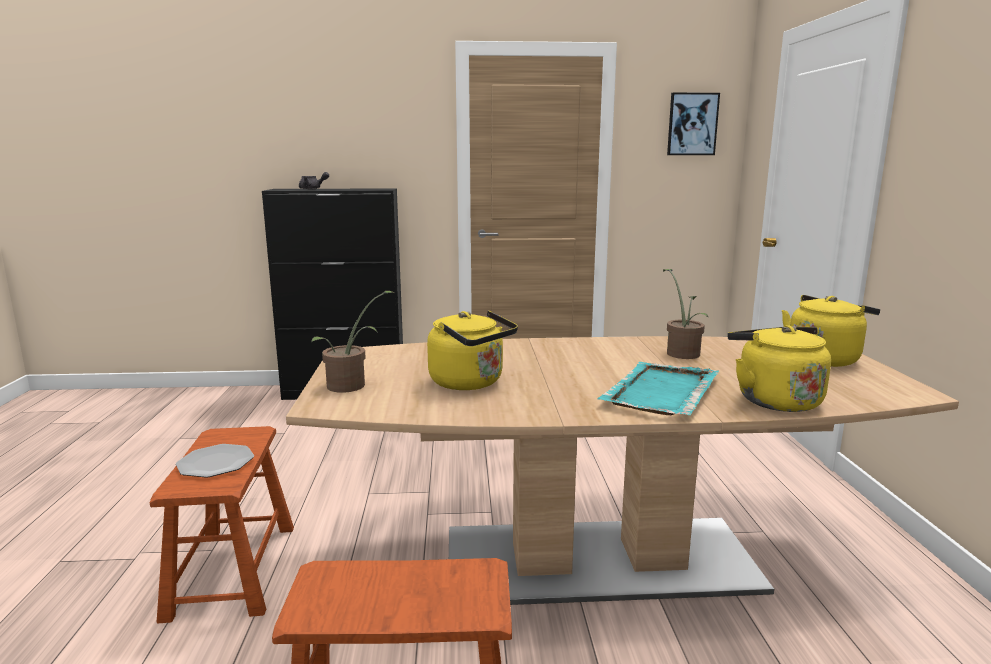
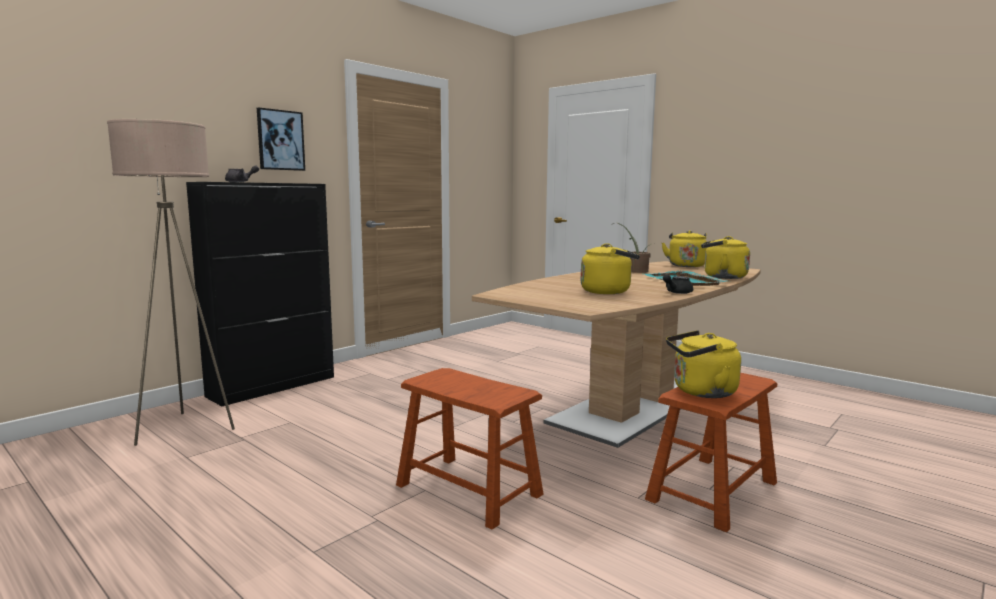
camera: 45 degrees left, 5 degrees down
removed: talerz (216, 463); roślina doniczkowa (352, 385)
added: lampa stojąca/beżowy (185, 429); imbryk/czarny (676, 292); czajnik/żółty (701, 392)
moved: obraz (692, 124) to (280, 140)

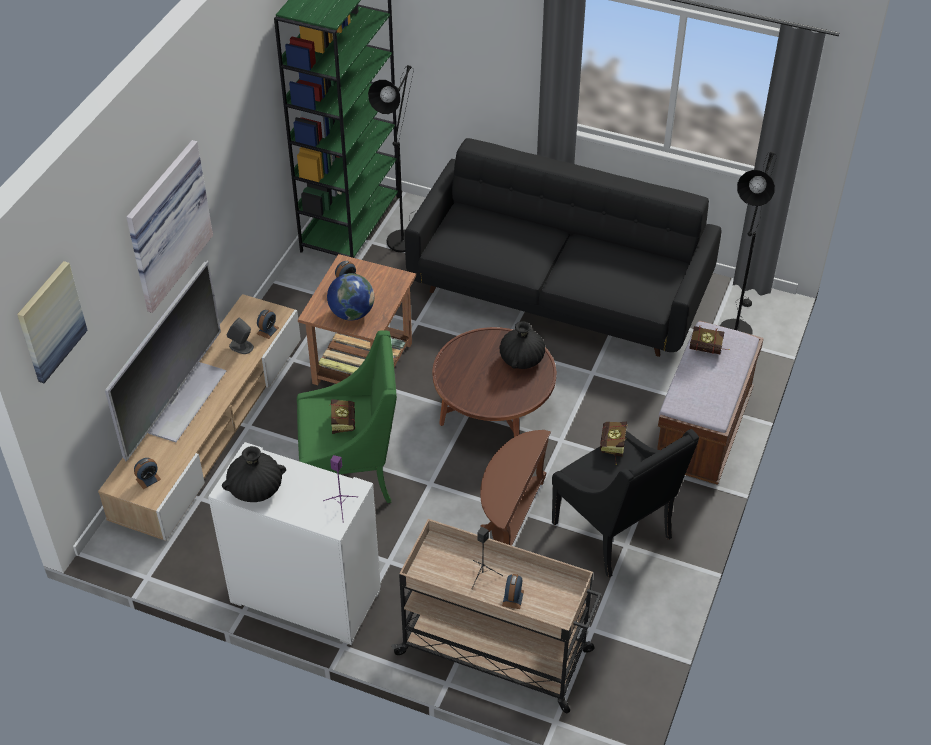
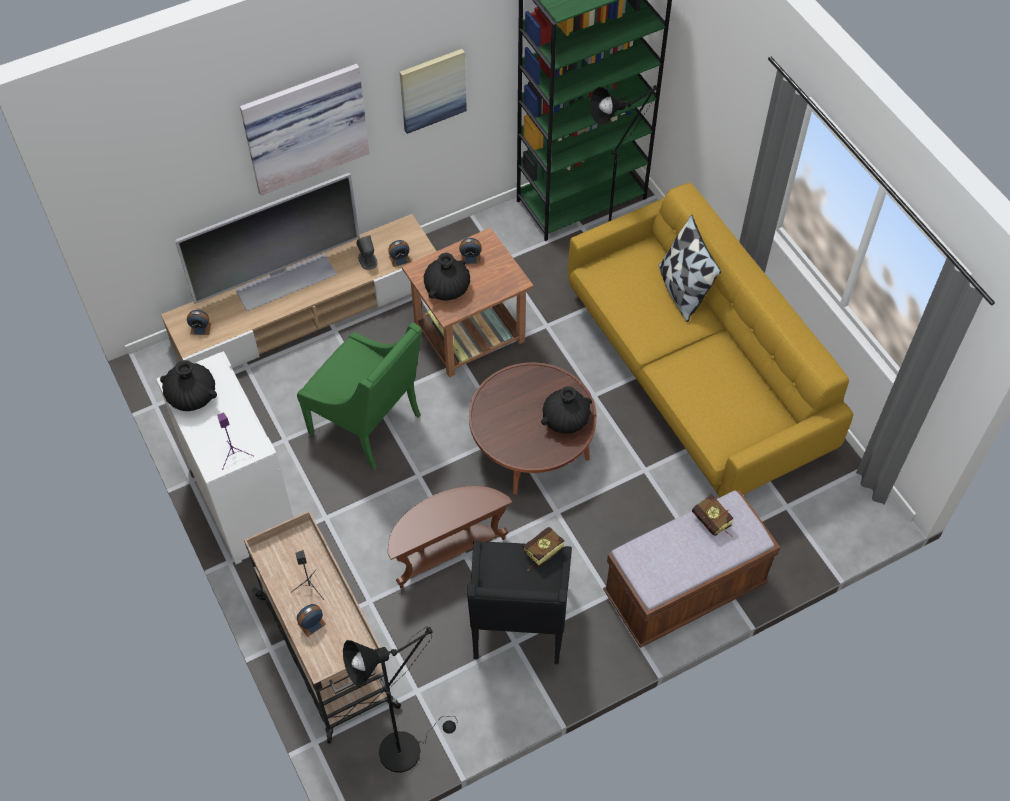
camera: 40 degrees right, 10 degrees up
removed: książka (343, 420)
added: poduszka (682, 291)
moved: lampa stojąca/czarny (735, 327) to (406, 746); obraz (50, 321) to (432, 90)
replaced: globus (352, 313) to wazon/czarny (447, 289)
recoloured: kanapa/czarny (559, 291) to kanapa/żółty (693, 375)

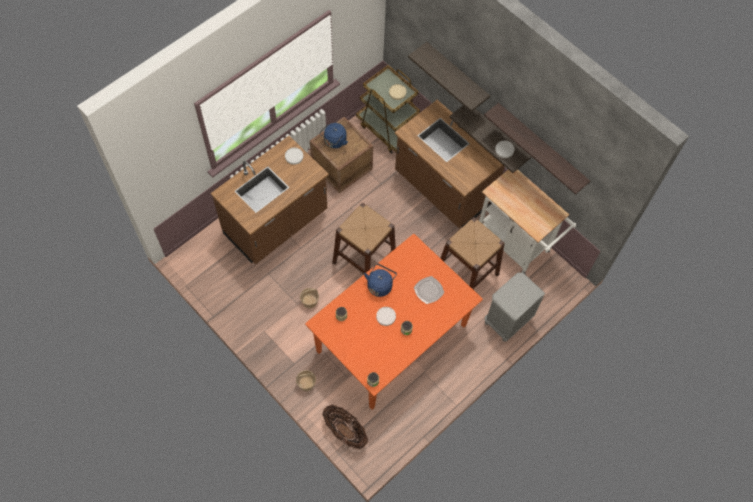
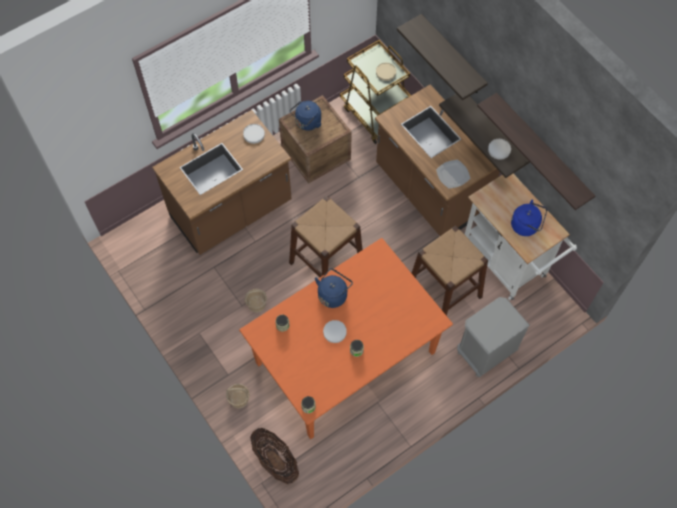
camera: 10 degrees right, 0 degrees up
added: czajnik/niebieski (526, 226)
moved: talerz (429, 290) to (453, 175)

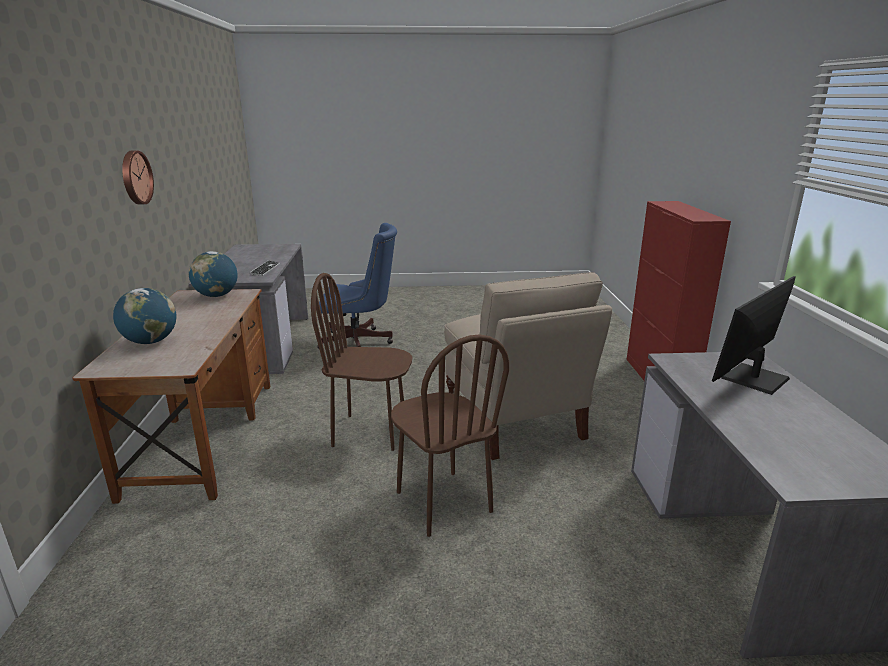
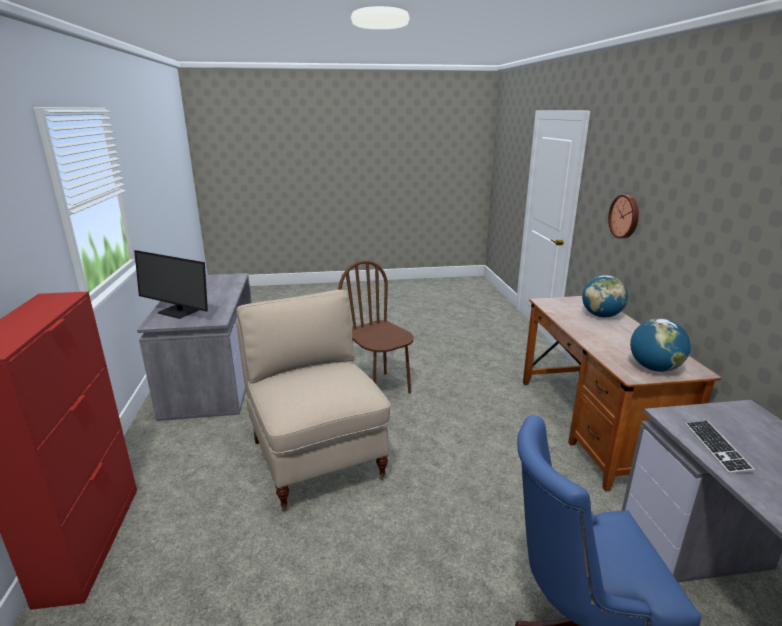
camera: 175 degrees right, 0 degrees up
removed: krzesło/brązowy (369, 432)
moved: zegar ścienny (135, 177) to (625, 216)
turned: monitor (753, 377) = (179, 311) 75 degrees clockwise

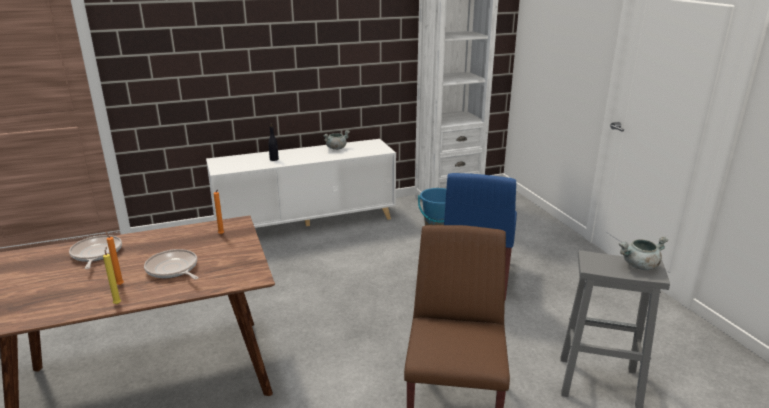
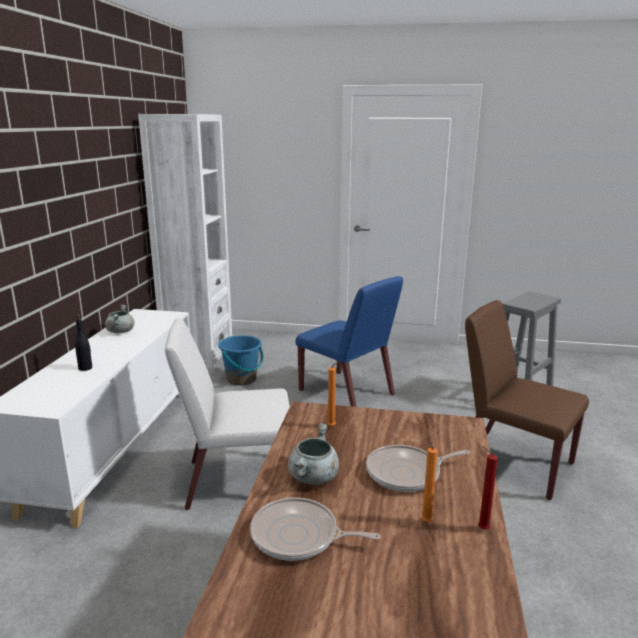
camera: 60 degrees left, 5 degrees down
added: krzesło/biały (236, 481)
moved: garnek/szary (639, 266) to (313, 478)
recoloured: świeca/żółty (118, 303) to świeca/czerwony (481, 529)

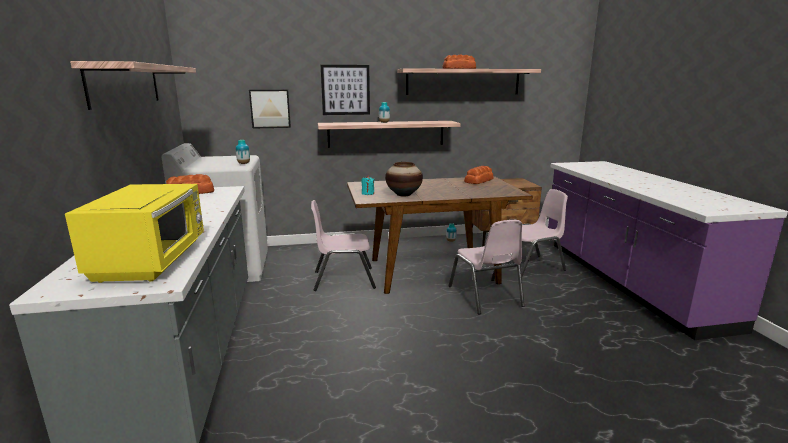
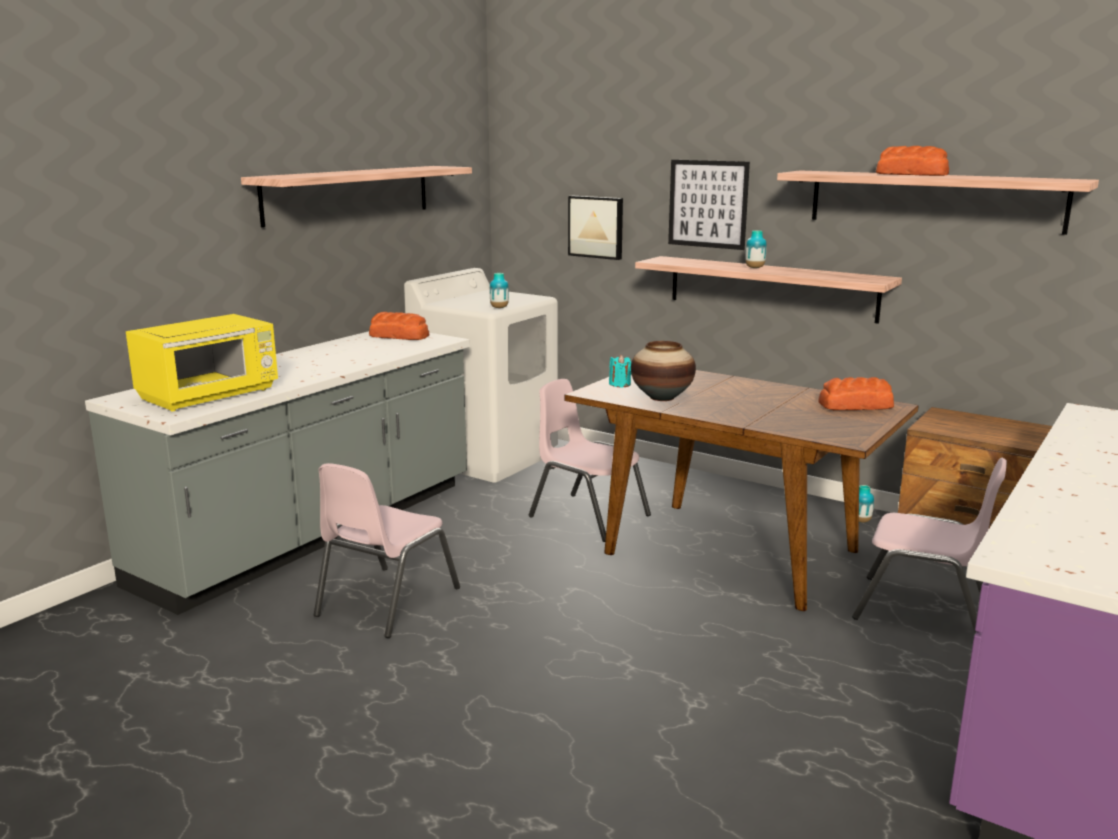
camera: 45 degrees right, 0 degrees up
moved: krzesło/różowy (485, 296) to (386, 602)

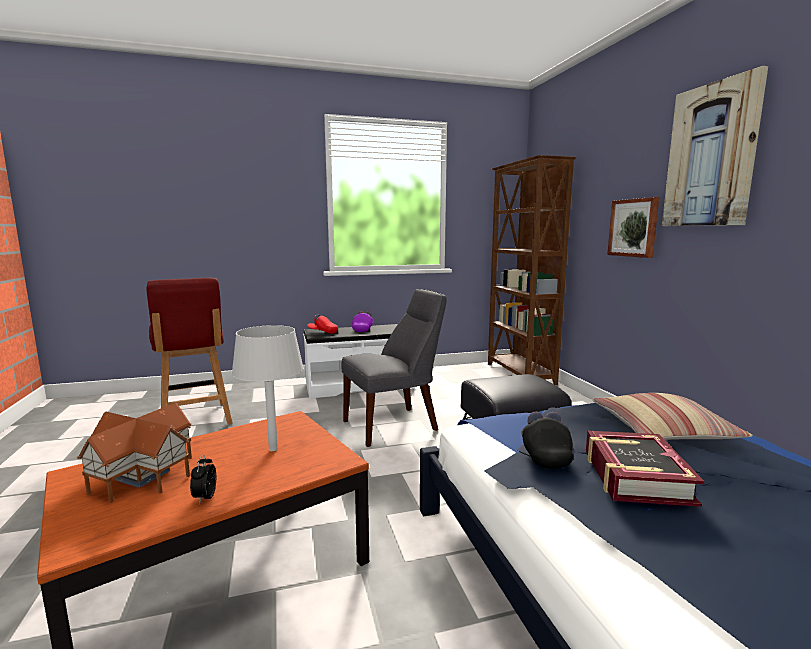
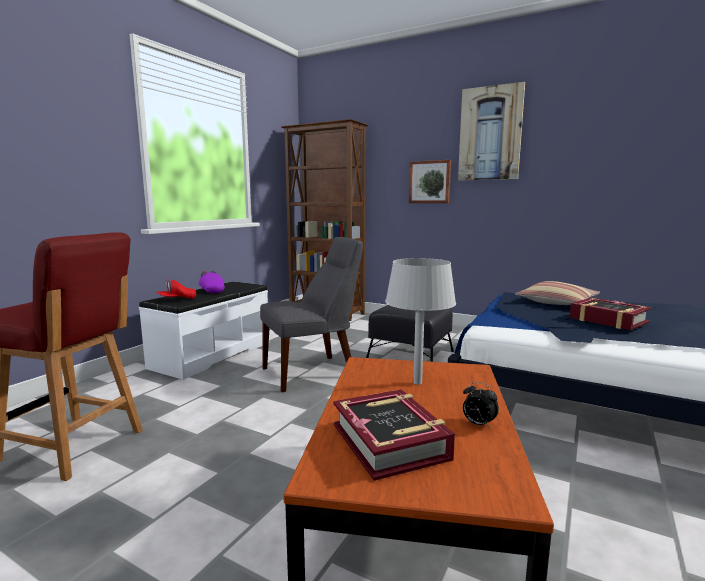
camera: 45 degrees left, 0 degrees up
removed: czapka z daszkiem/czarny (545, 454)
replaced: domek (142, 476) to książka (390, 441)
turned: krzesło/szary (394, 425) = (313, 372) 45 degrees clockwise

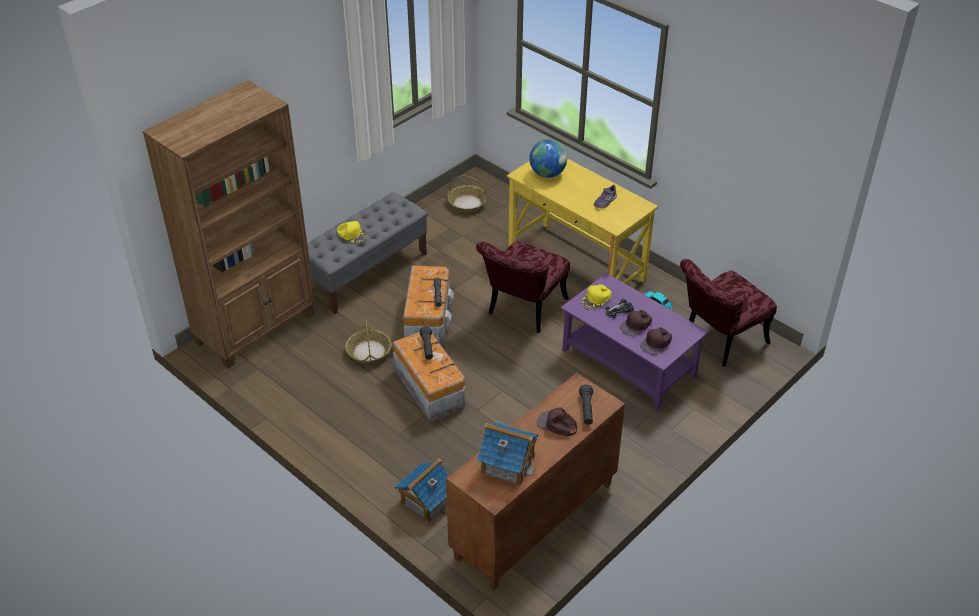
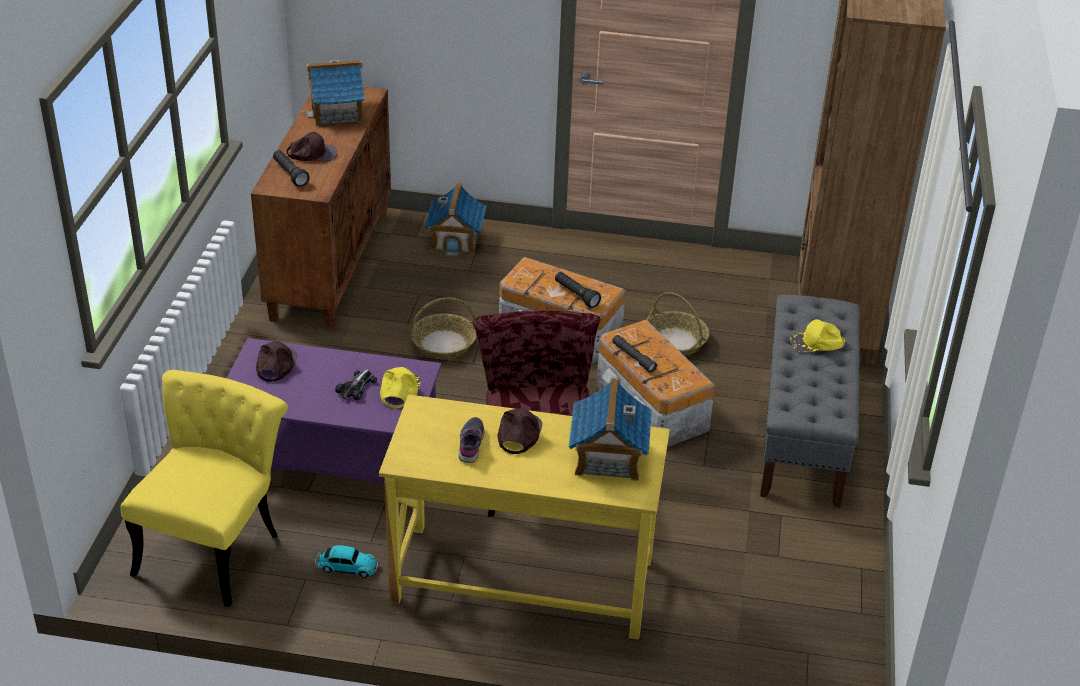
camera: 145 degrees right, 5 degrees down
moved: koszyk (467, 203) to (443, 344); czapka z daszkiem/brązowy (636, 325) to (518, 434)
replaced: globus (547, 174) to domek (608, 457)
recoloured: krzesło/czerwony (718, 341) to krzesło/żółty (215, 545)

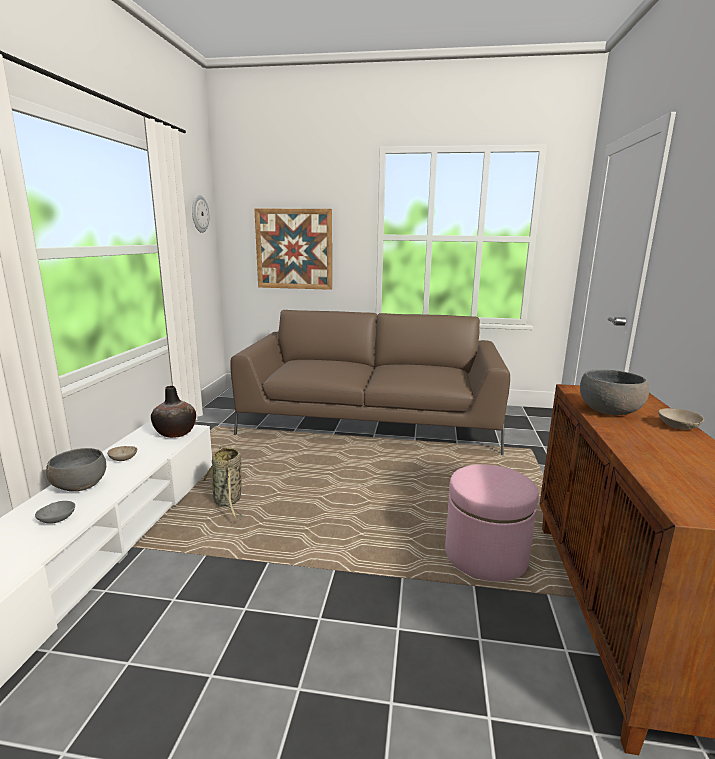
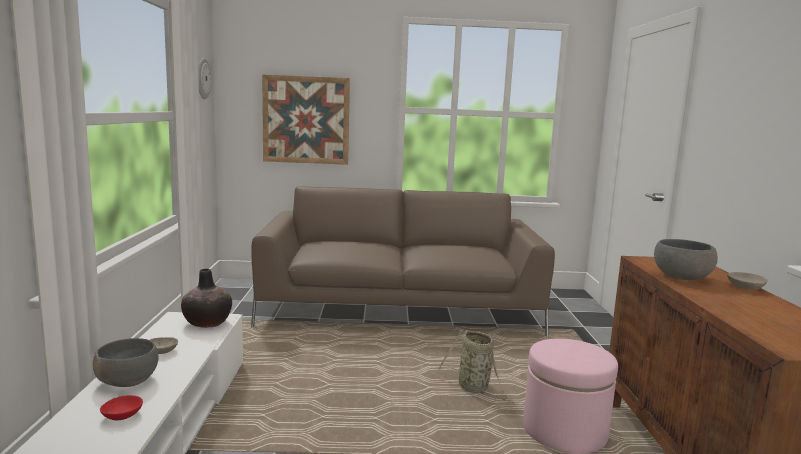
camera: 10 degrees left, 5 degrees down
moved: koszyk (228, 501) to (475, 388)
recoloured: miska/szary (57, 519) to miska/czerwony (123, 416)

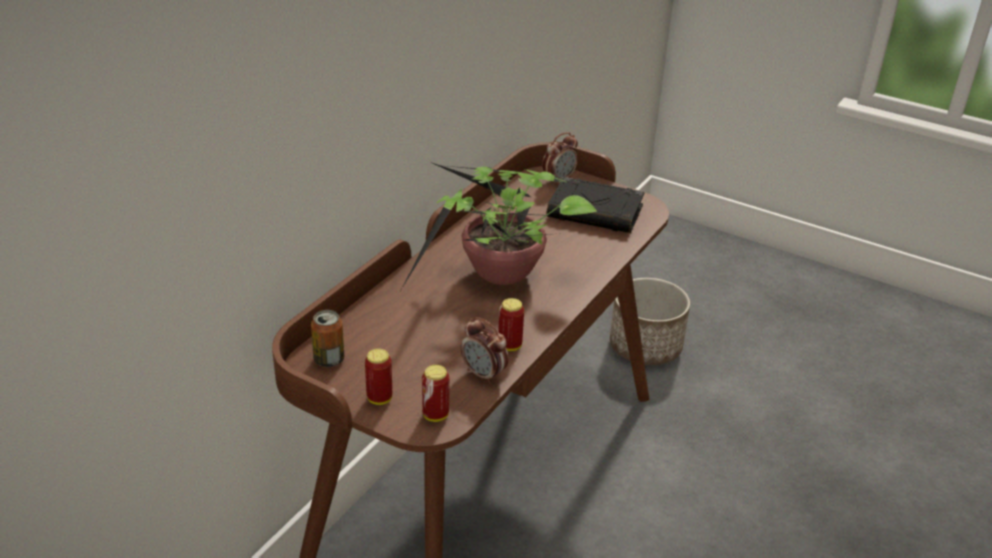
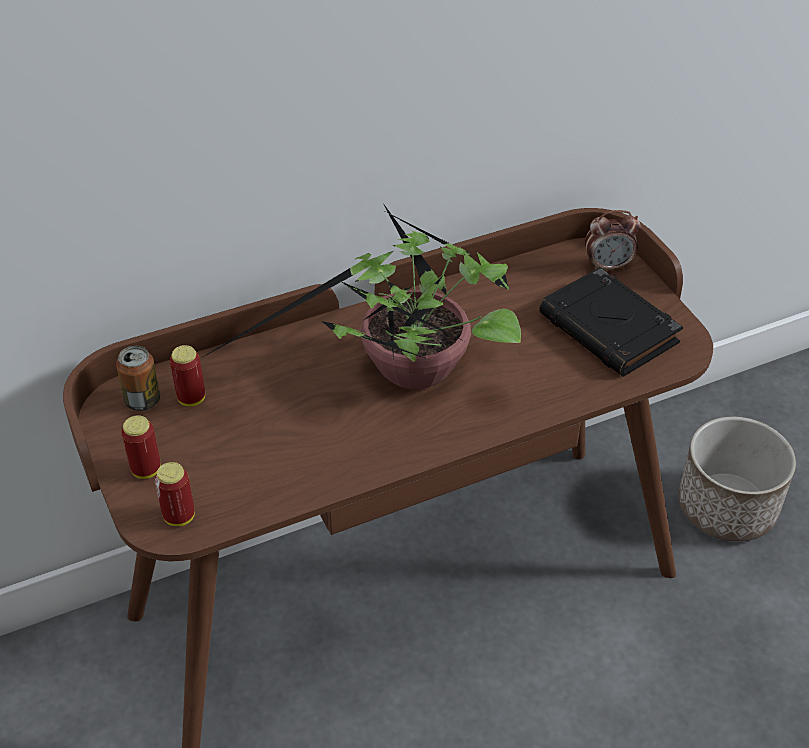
camera: 35 degrees right, 10 degrees up
removed: budzik (484, 374)
moved: puszka (509, 346) to (191, 398)

